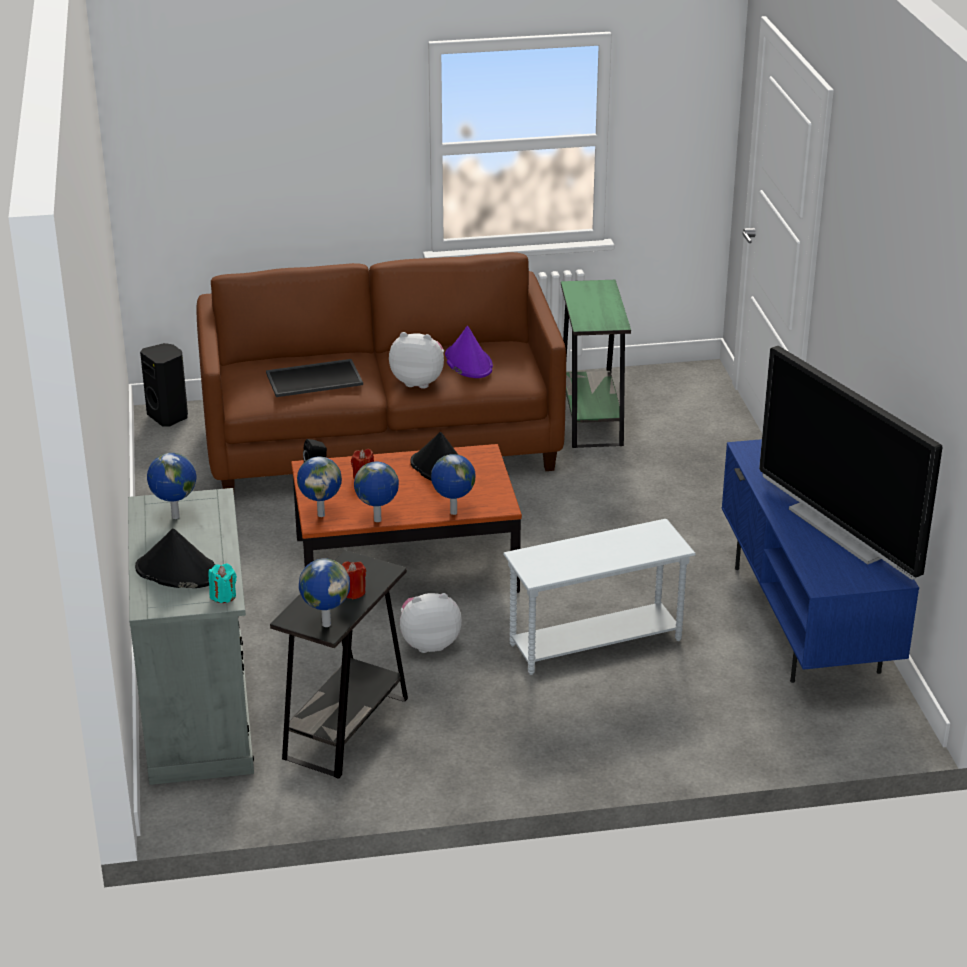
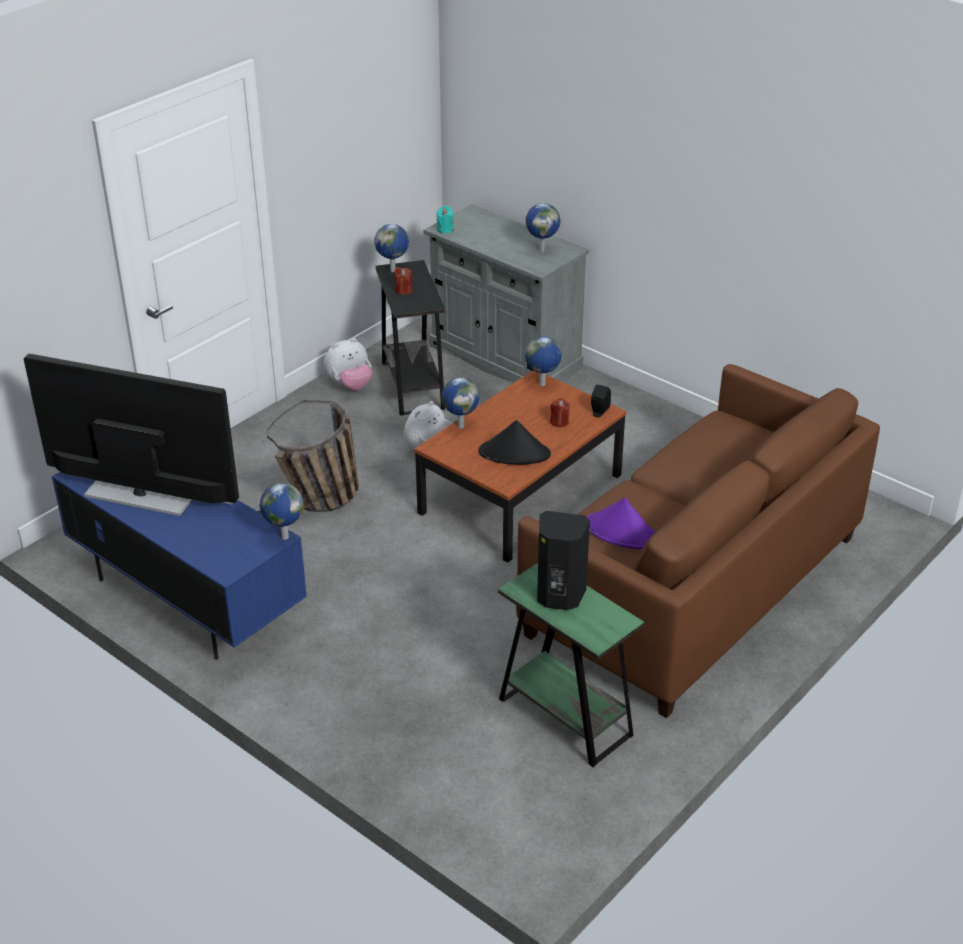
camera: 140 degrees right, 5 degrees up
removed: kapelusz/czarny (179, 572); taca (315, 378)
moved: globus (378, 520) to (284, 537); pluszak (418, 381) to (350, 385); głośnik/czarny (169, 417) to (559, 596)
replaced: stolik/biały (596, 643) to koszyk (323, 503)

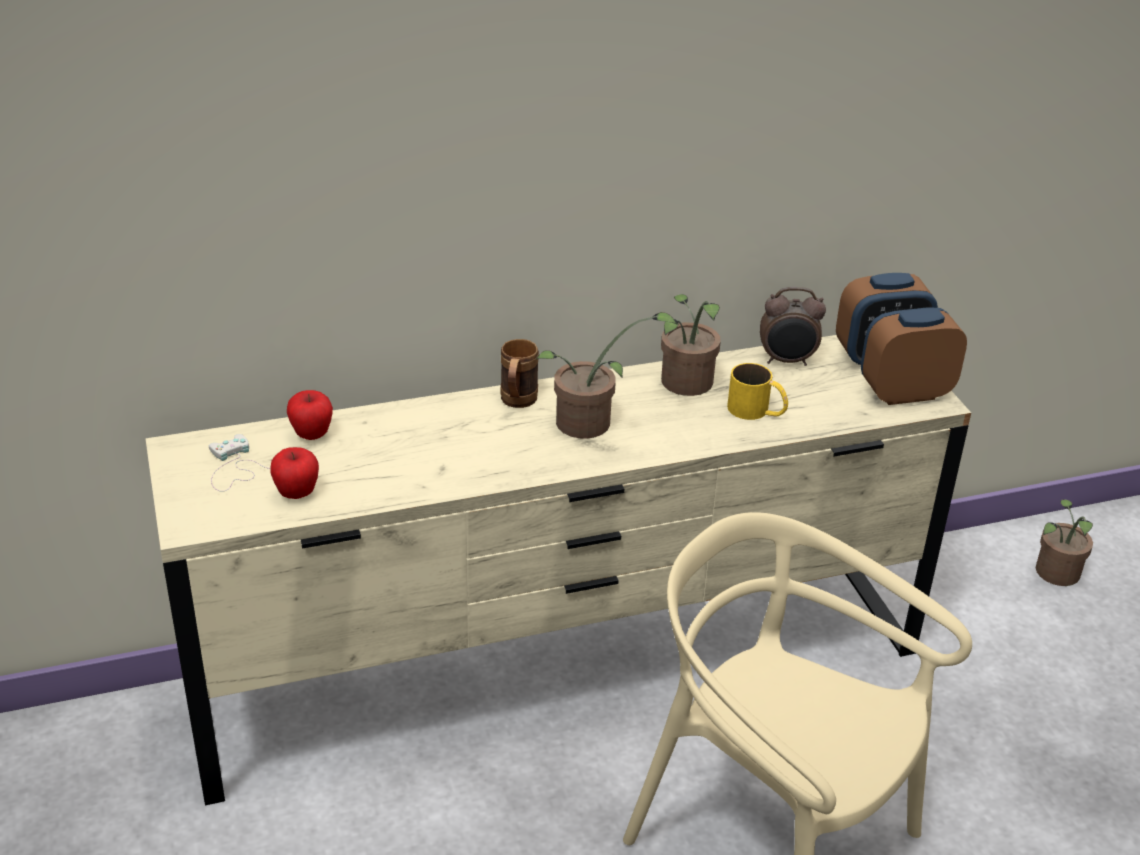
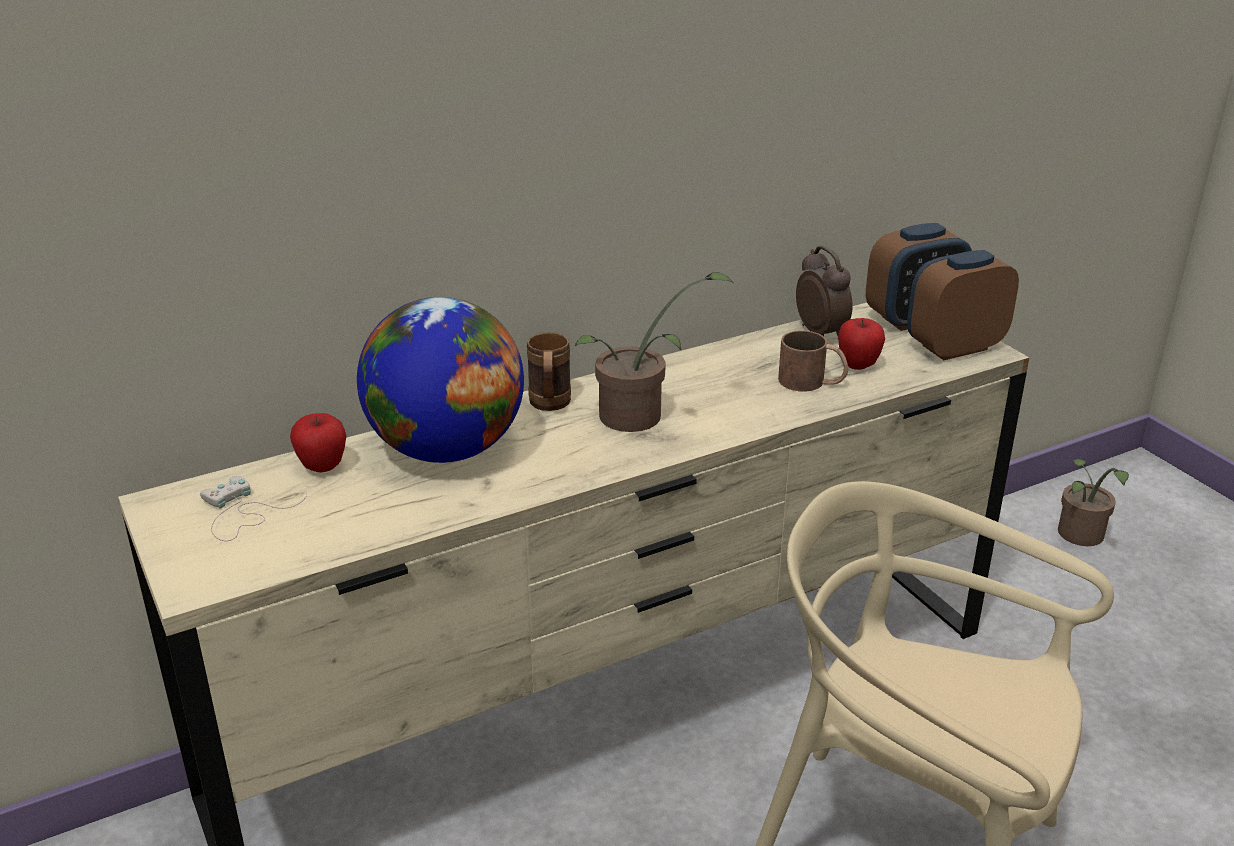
camera: 10 degrees left, 5 degrees down
removed: roślina doniczkowa (686, 385)
added: globus (446, 449)
moved: jabłko (297, 494) to (858, 366)
recoloured: kubek/żółty (757, 411) to kubek/brązowy (812, 382)
turned: budzik (787, 361) = (821, 333) 105 degrees counterclockwise

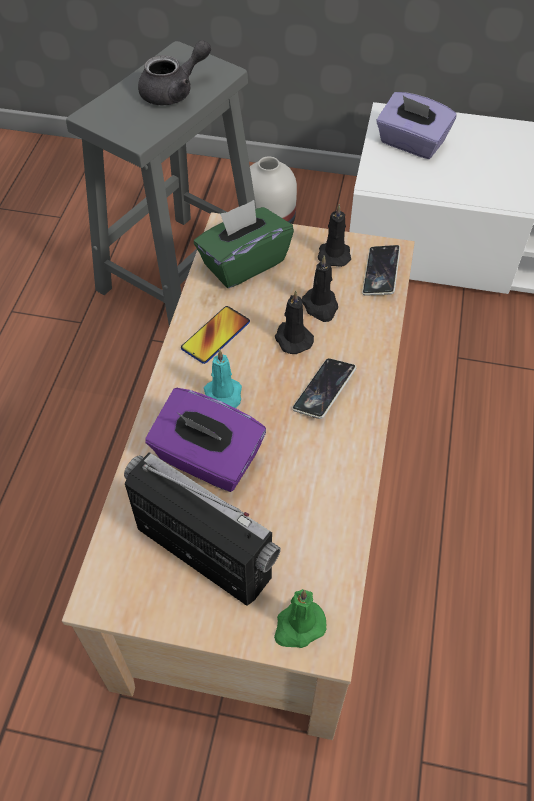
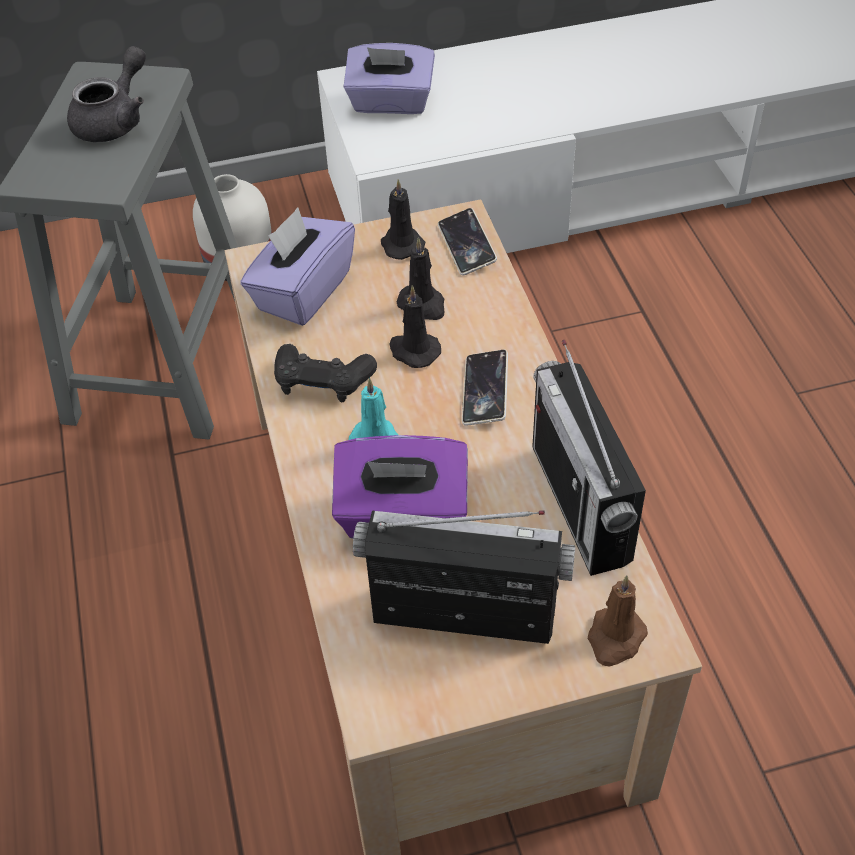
camera: 25 degrees left, 5 degrees down
added: radio (580, 503)
replaced: telefon (215, 335) to pad do gier/czarny (322, 382)
recoloured: pudełko chusteczek/zielony (243, 263) to pudełko chusteczek/fioletowy (302, 291); świeca/zielony (298, 626) to świeca/brązowy (615, 638)

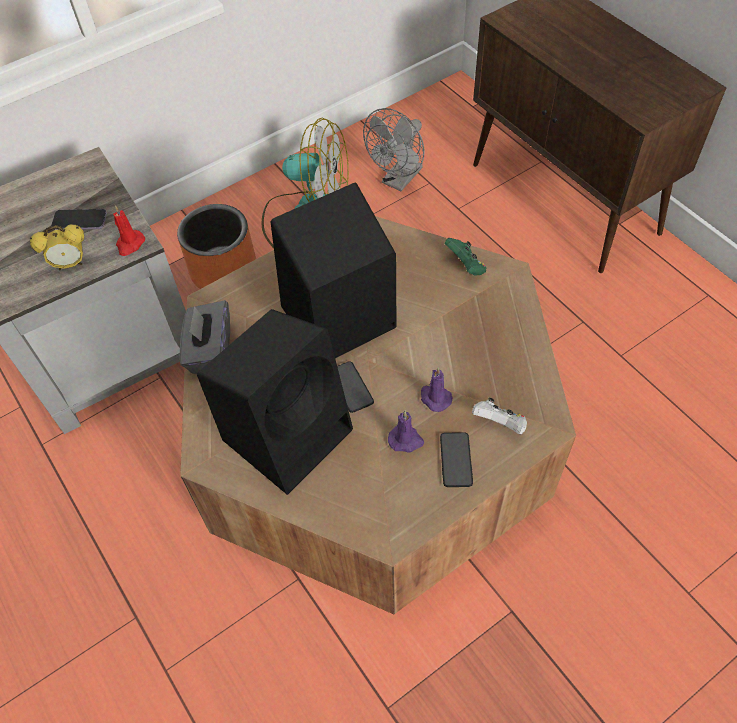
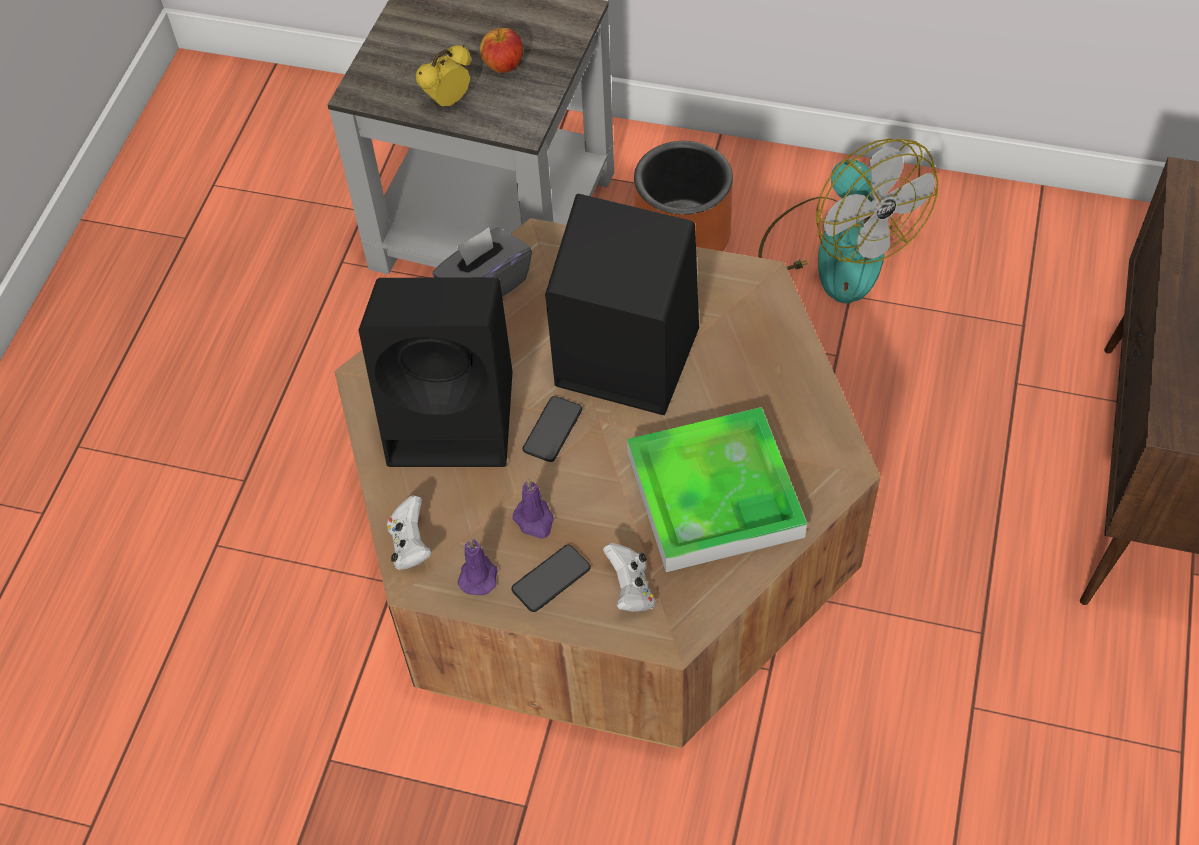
camera: 50 degrees right, 0 degrees up
removed: świeca/czerwony (130, 244); wentylator/szary (398, 180); pad do gier/zielony (466, 266)
added: pad do gier/biały (410, 545); taca (714, 495)
moved: świeca/fioletowy (434, 398) to (478, 575)
replaced: telefon (80, 221) to jabłko (503, 65)
turned: budzik (70, 264) = (448, 101) 105 degrees clockwise

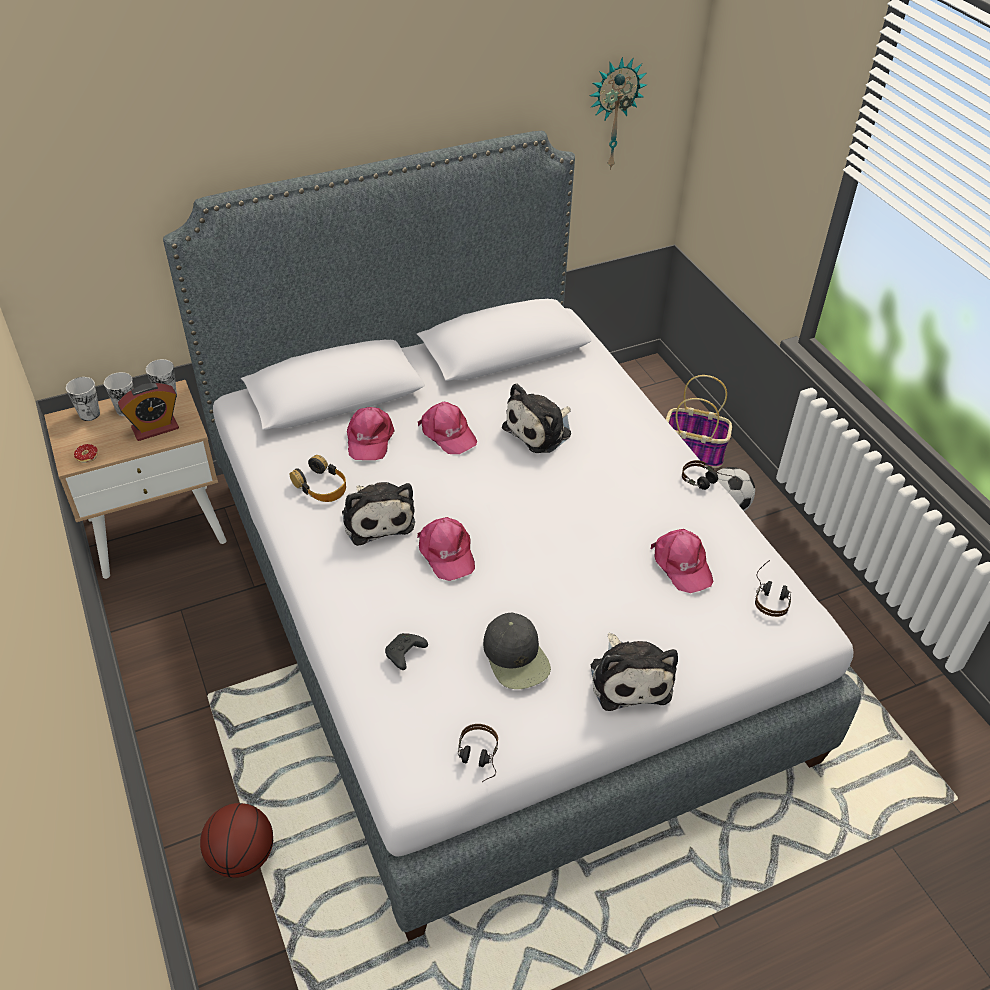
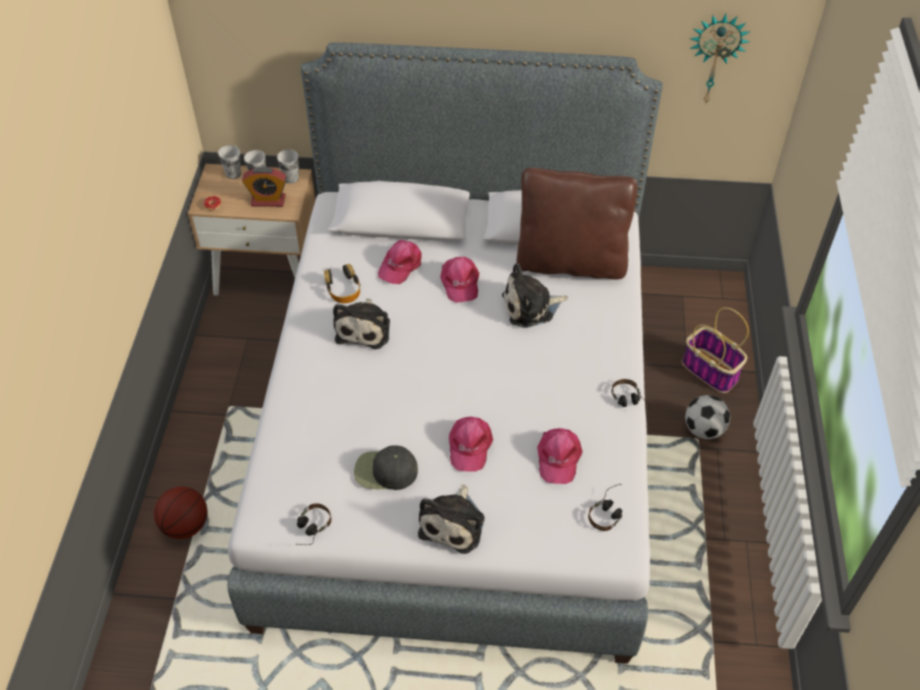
camera: 30 degrees right, 5 degrees up
removed: pad do gier/czarny (404, 655)
added: poduszka/brązowy (570, 262)
moved: czapka z daszkiem/różowy (446, 552) to (469, 446)
turned: czapka z daszkiem/czarny (516, 657) = (385, 471) 90 degrees clockwise

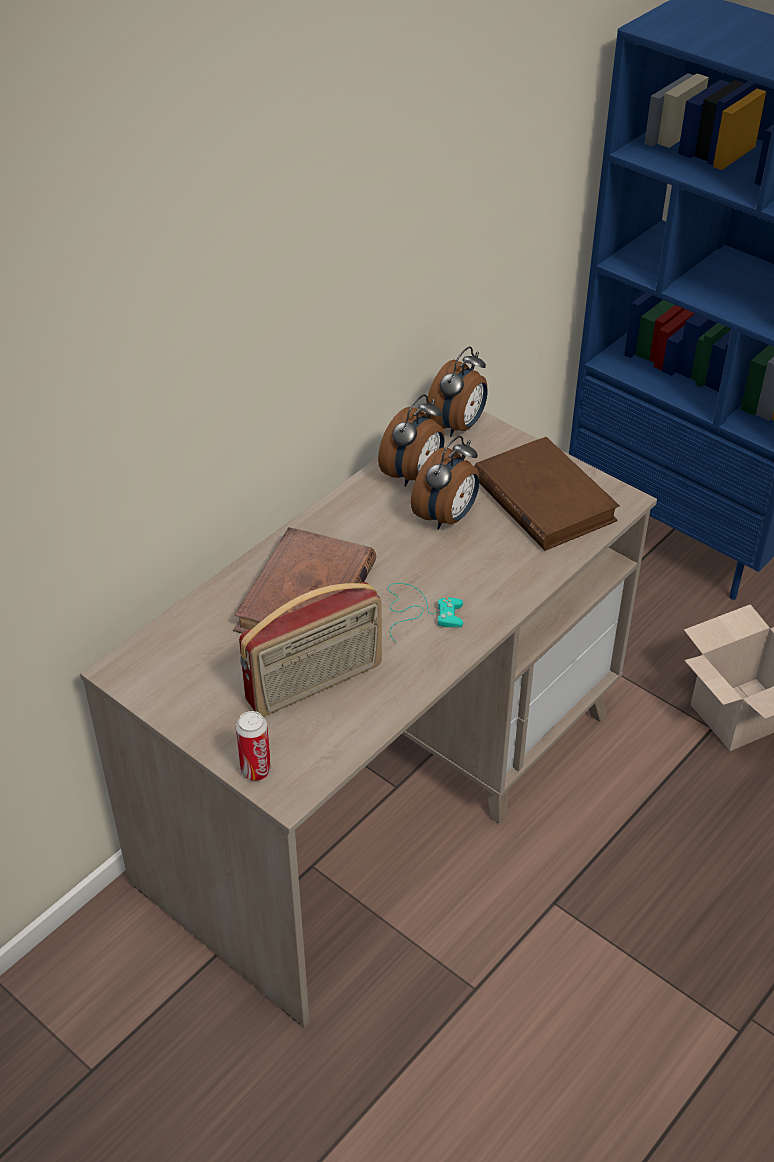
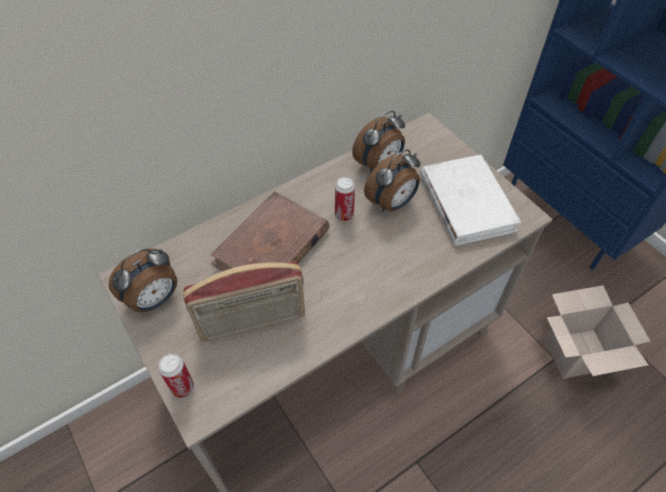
camera: 15 degrees right, 10 degrees up
removed: pad do gier/turkusowy (419, 611)
added: puszka (344, 215)
moved: budzik (458, 426) to (154, 299)
recoloured: książka/brązowy (543, 499) to książka/biały (466, 202)

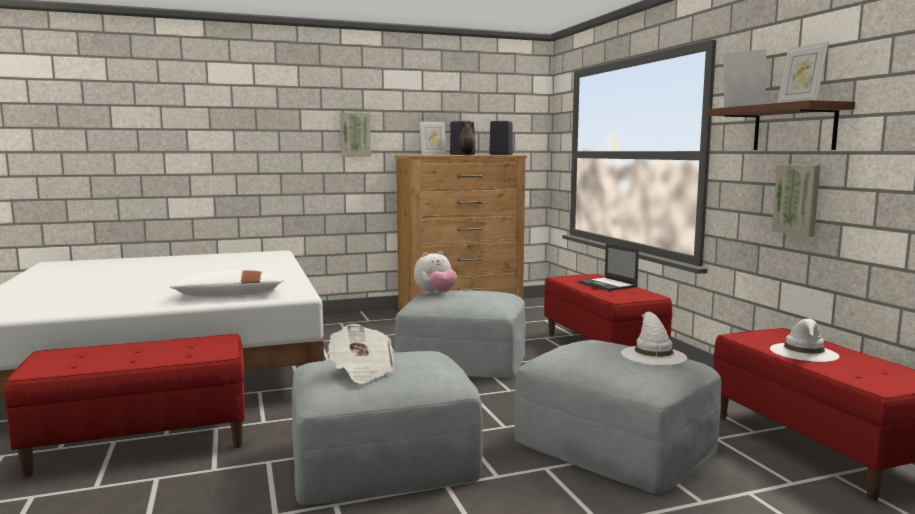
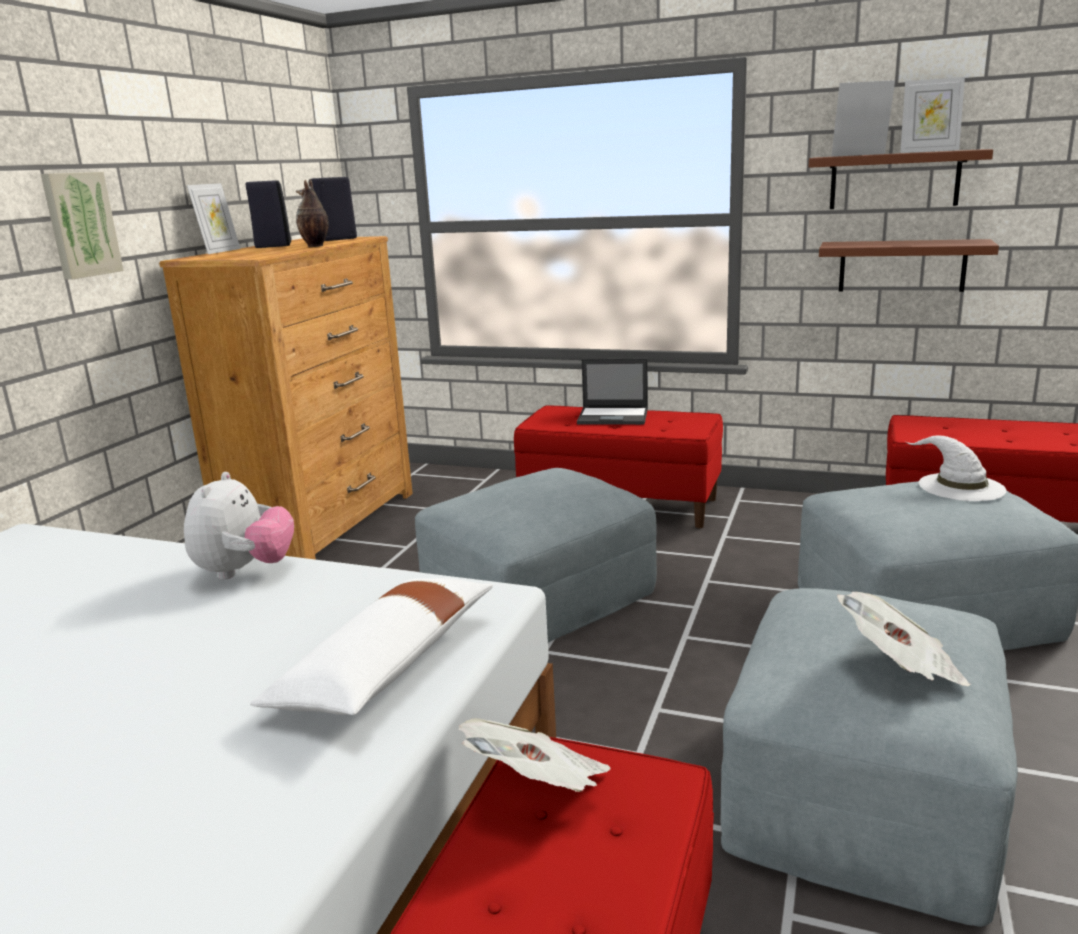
camera: 50 degrees left, 10 degrees up
removed: kapelusz/biały (804, 352)
added: gazeta (539, 786)
moved: pluszak (435, 294) to (244, 571)
replaced: obraz (797, 199) to półka/brązowy (902, 266)

